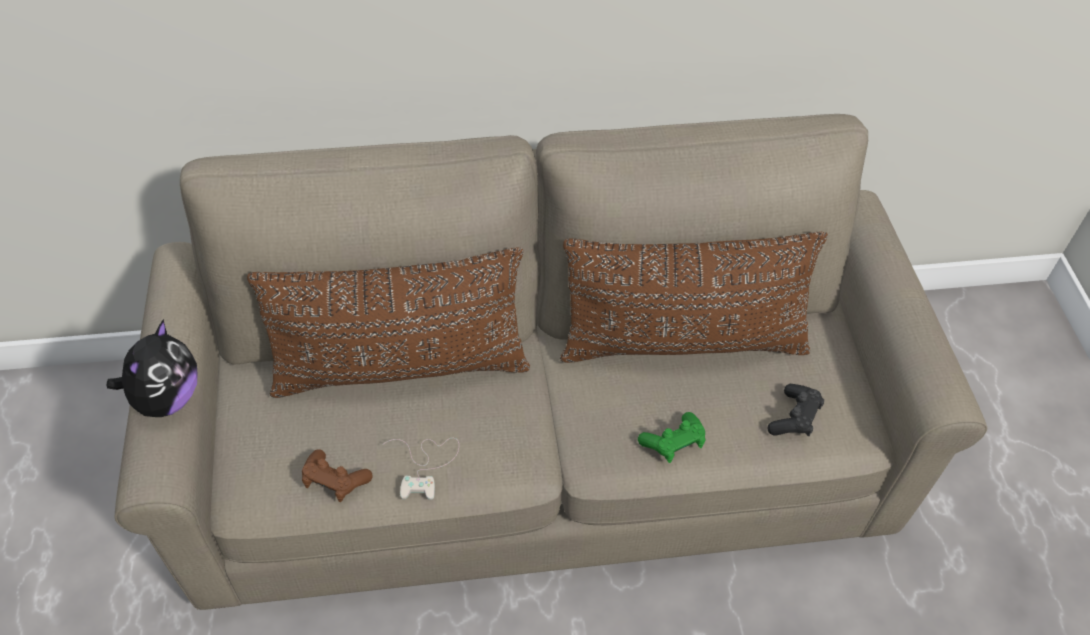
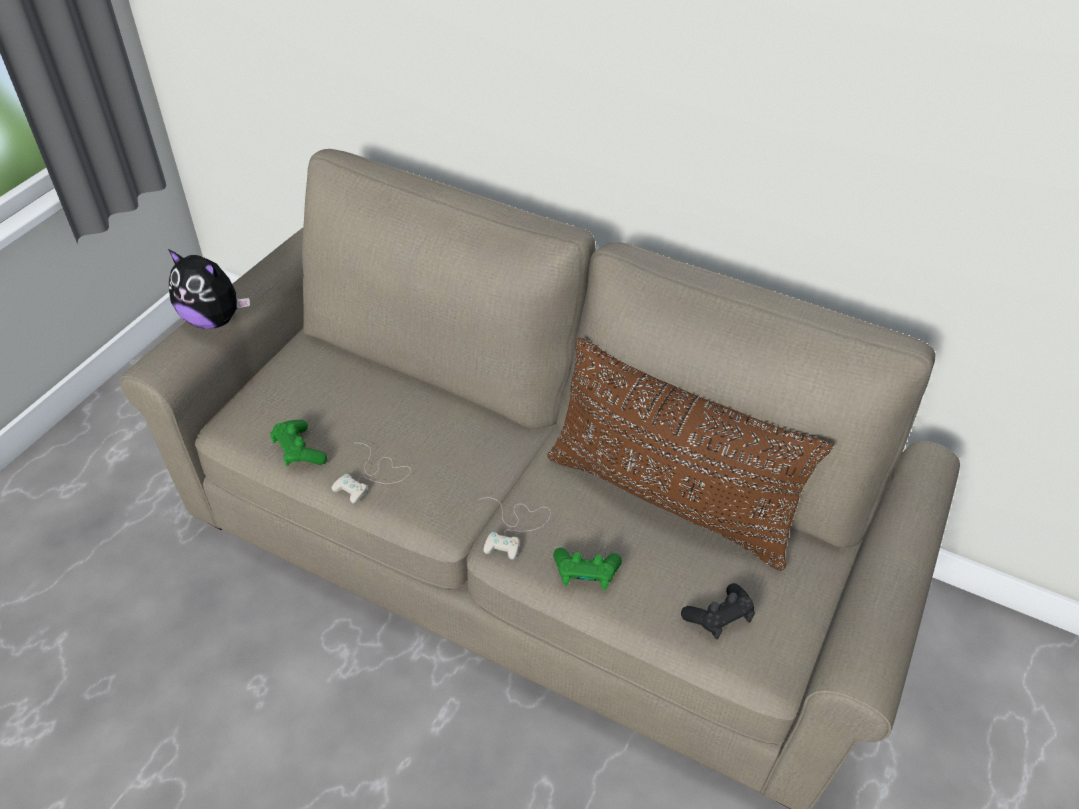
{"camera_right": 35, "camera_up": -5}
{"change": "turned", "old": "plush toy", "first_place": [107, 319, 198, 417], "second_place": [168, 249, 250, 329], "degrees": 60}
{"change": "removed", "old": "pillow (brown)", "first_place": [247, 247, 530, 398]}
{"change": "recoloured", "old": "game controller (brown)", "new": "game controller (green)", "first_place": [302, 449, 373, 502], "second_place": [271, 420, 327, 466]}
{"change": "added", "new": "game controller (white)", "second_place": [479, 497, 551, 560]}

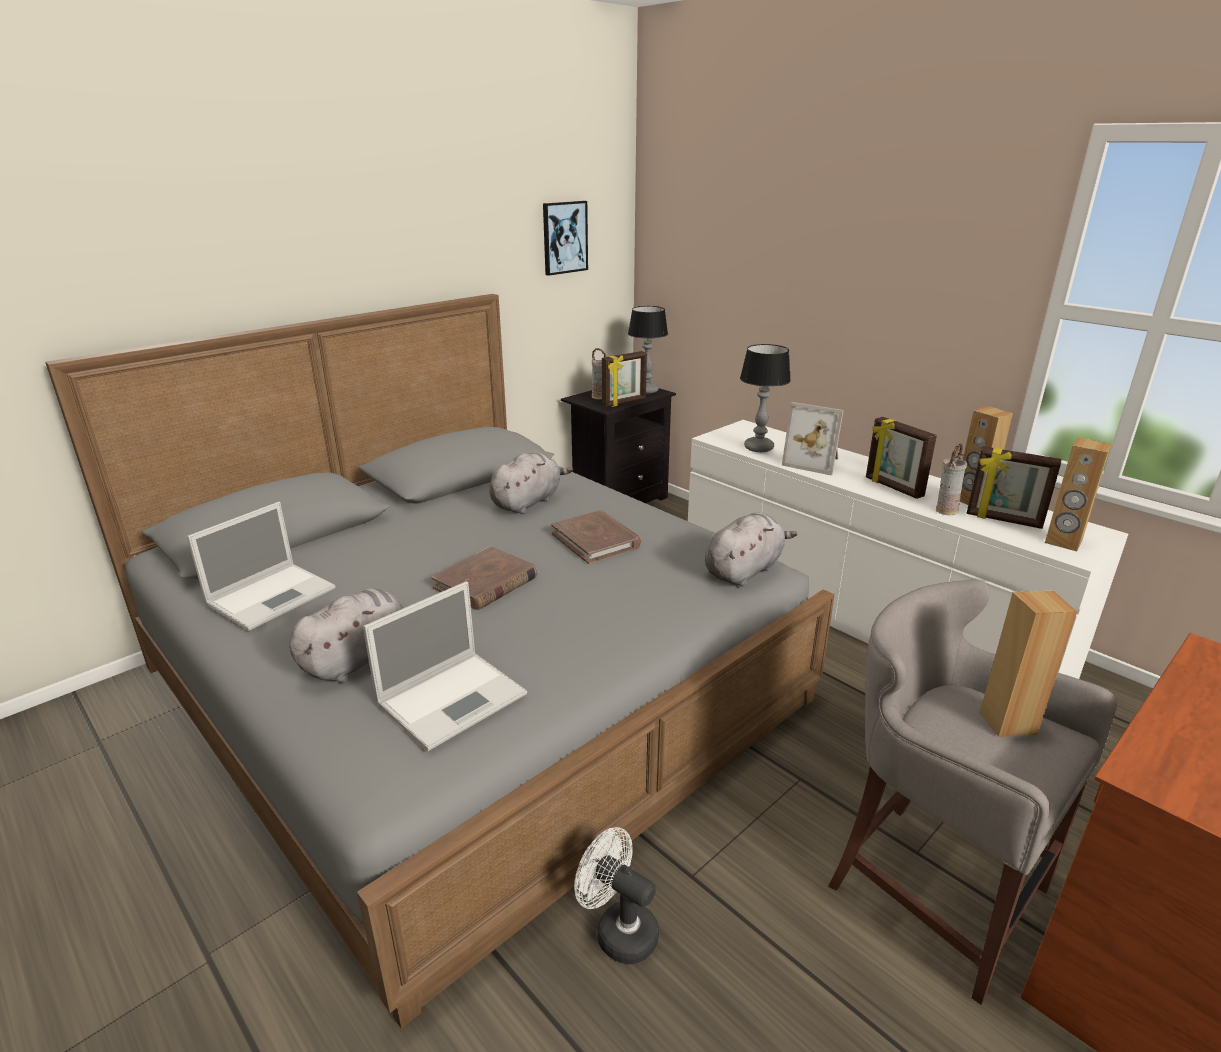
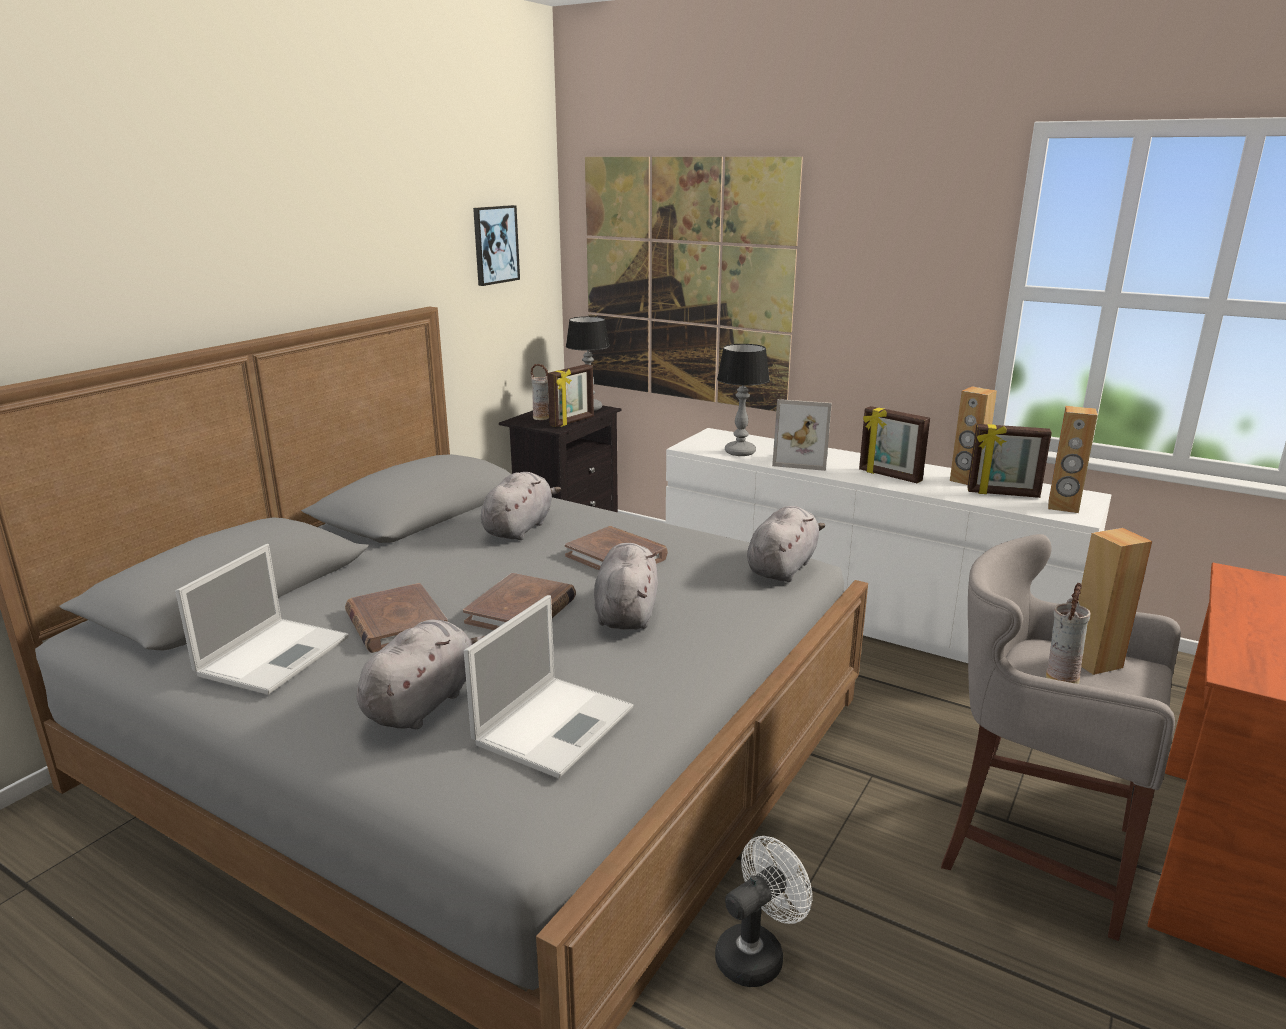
{"camera_right": -15, "camera_up": -5}
{"change": "turned", "old": "fan (white)", "first_place": [574, 827, 659, 964], "second_place": [715, 836, 812, 987], "degrees": 120}
{"change": "moved", "old": "vase", "first_place": [936, 443, 967, 515], "second_place": [1046, 583, 1090, 684]}
{"change": "added", "new": "book (brown)", "second_place": [345, 583, 448, 653]}
{"change": "added", "new": "picture", "second_place": [585, 157, 803, 411]}
{"change": "added", "new": "plush toy (grey)", "second_place": [594, 543, 658, 630]}

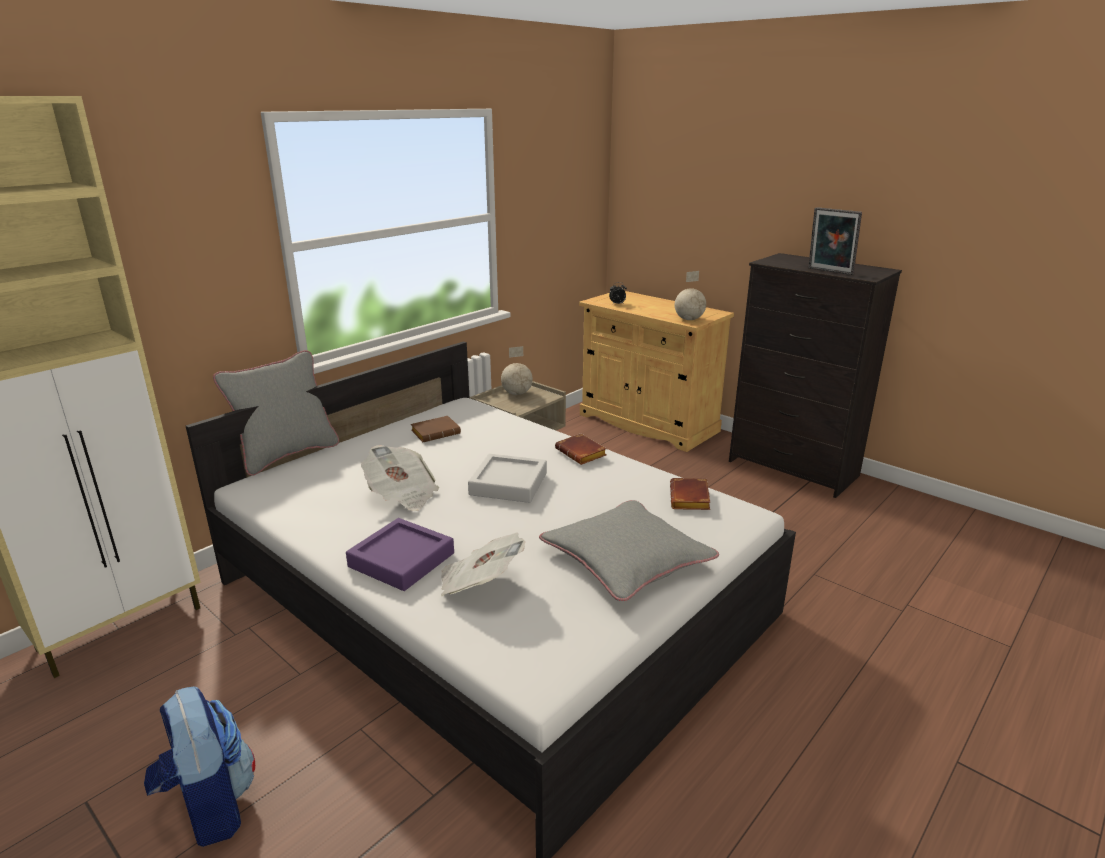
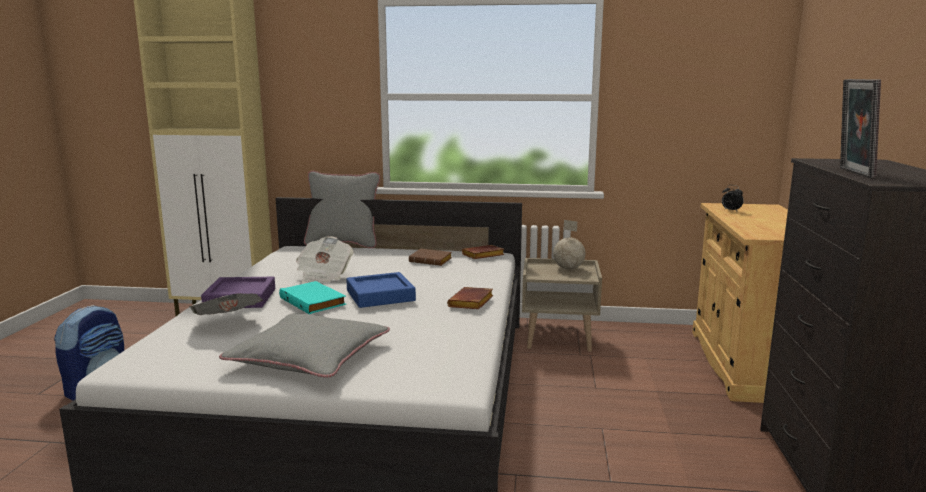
{"camera_right": 55, "camera_up": -10}
{"change": "recoloured", "old": "tray (grey)", "new": "tray (blue)", "first_place": [468, 454, 547, 503], "second_place": [346, 272, 416, 308]}
{"change": "moved", "old": "book (brown)", "first_place": [670, 478, 710, 510], "second_place": [462, 245, 505, 259]}
{"change": "removed", "old": "globe", "first_place": [674, 271, 706, 320]}
{"change": "added", "new": "book (turquoise)", "second_place": [279, 281, 347, 314]}

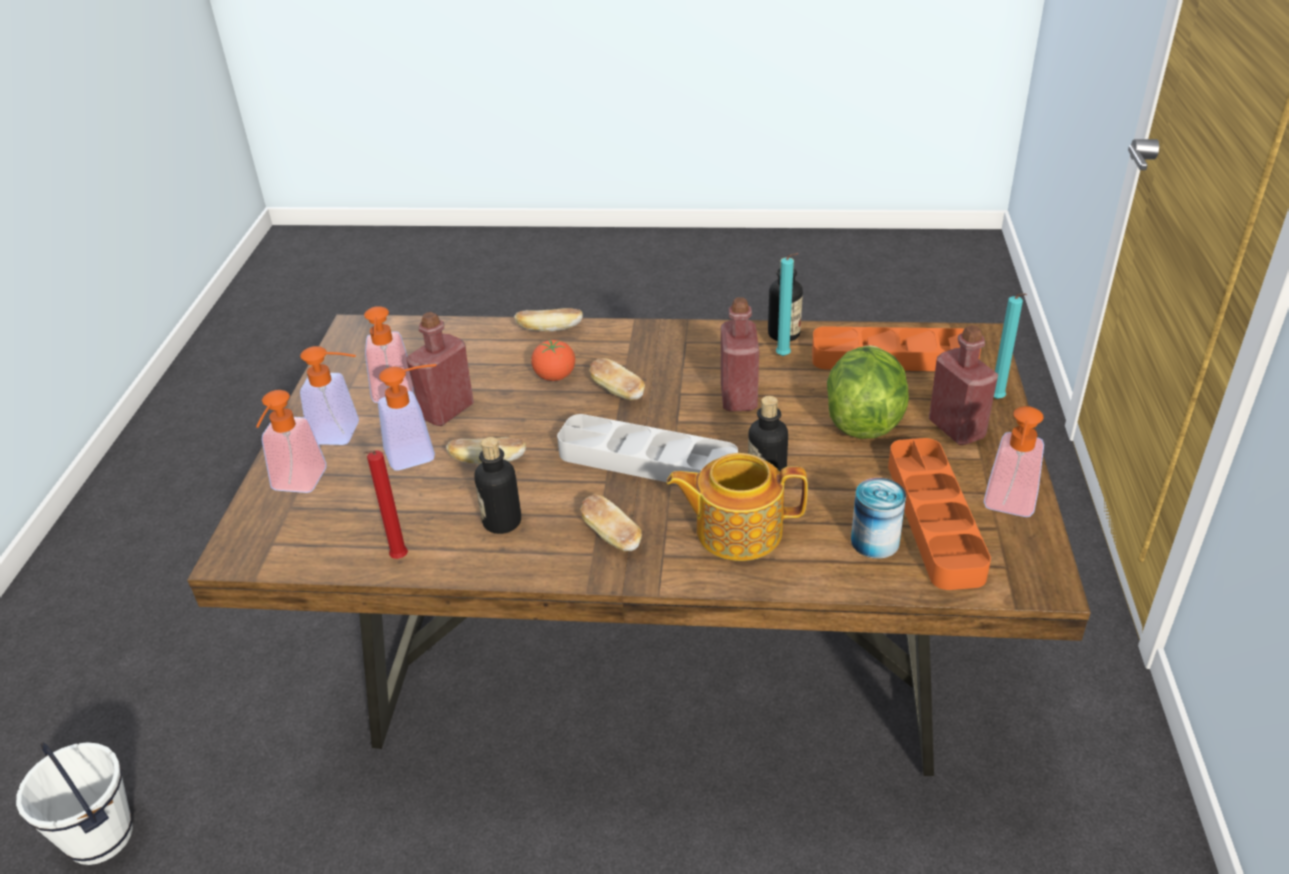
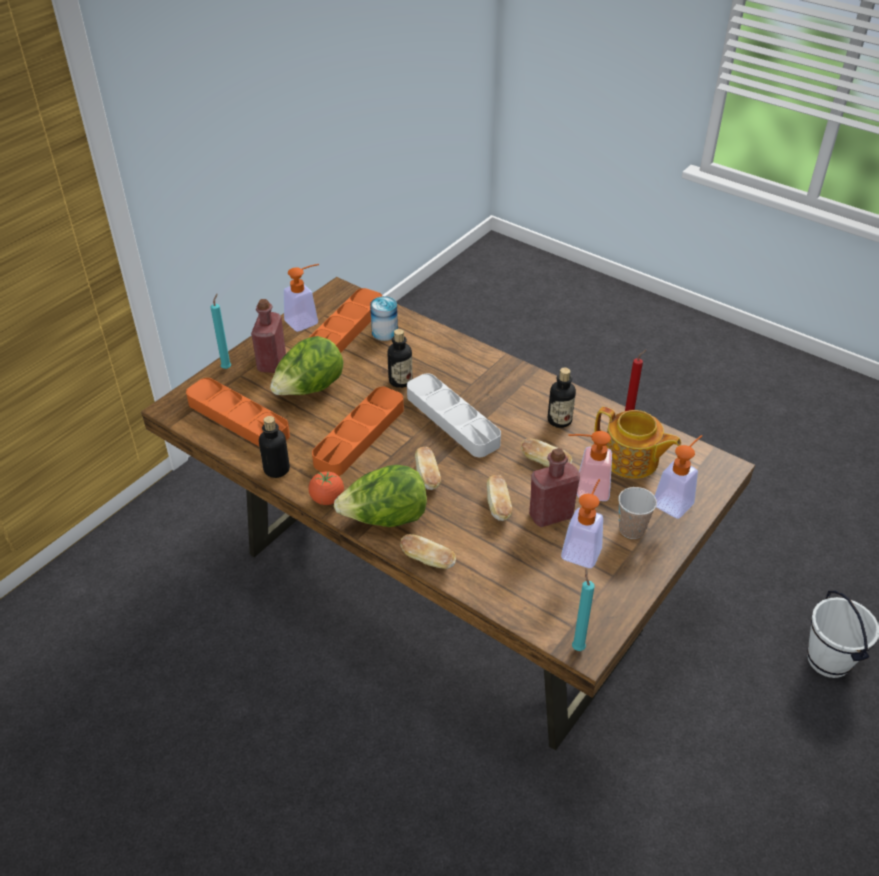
{"camera_right": -150, "camera_up": 5}
{"change": "replaced", "old": "soap dispenser", "new": "cup", "first_place": [300, 346, 359, 445], "second_place": [618, 487, 657, 539]}
{"change": "moved", "old": "tomato", "first_place": [531, 340, 575, 381], "second_place": [309, 471, 344, 505]}
{"change": "moved", "old": "bread", "first_place": [580, 494, 642, 552], "second_place": [487, 475, 512, 521]}
{"change": "moved", "old": "teapot", "first_place": [666, 453, 808, 561], "second_place": [595, 407, 681, 479]}
{"change": "replaced", "old": "bottle (red)", "new": "tray (orange)", "first_place": [721, 297, 759, 411], "second_place": [312, 387, 404, 476]}
{"change": "moved", "old": "candle (turquoise)", "first_place": [776, 253, 798, 356], "second_place": [572, 568, 595, 651]}
{"change": "added", "new": "lettuce", "second_place": [334, 465, 427, 527]}

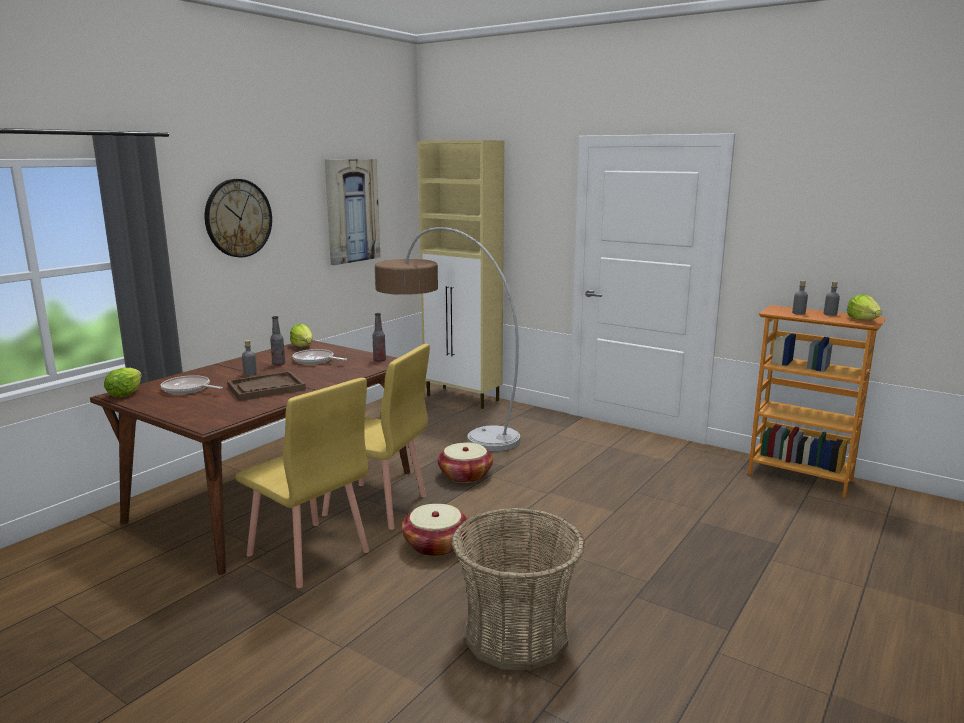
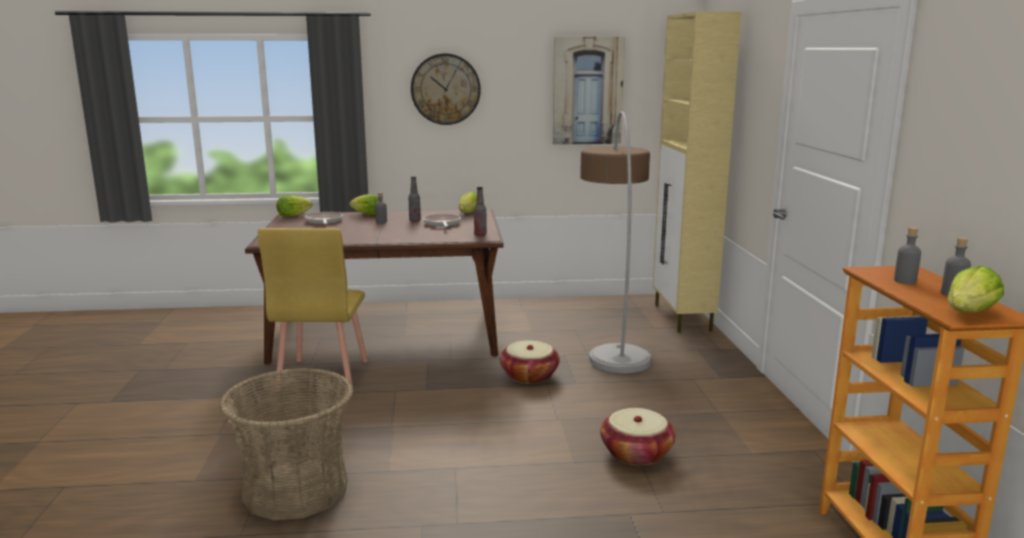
{"camera_right": 50, "camera_up": 0}
{"change": "removed", "old": "tray (brown)", "first_place": [227, 371, 306, 401]}
{"change": "removed", "old": "chair (yellow)", "first_place": [322, 344, 430, 530]}
{"change": "moved", "old": "basket", "first_place": [402, 504, 469, 557], "second_place": [600, 408, 676, 466]}
{"change": "added", "new": "lettuce", "second_place": [350, 194, 378, 216]}

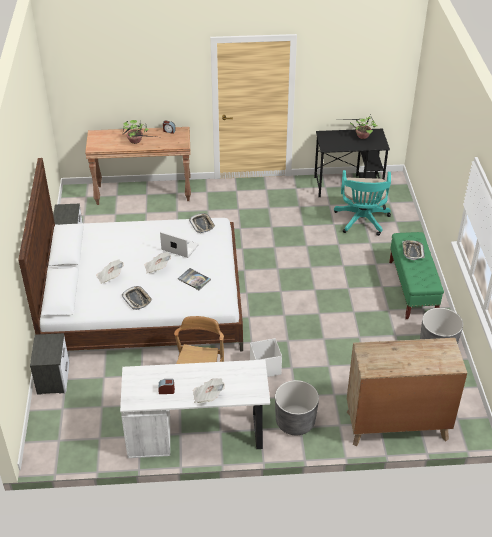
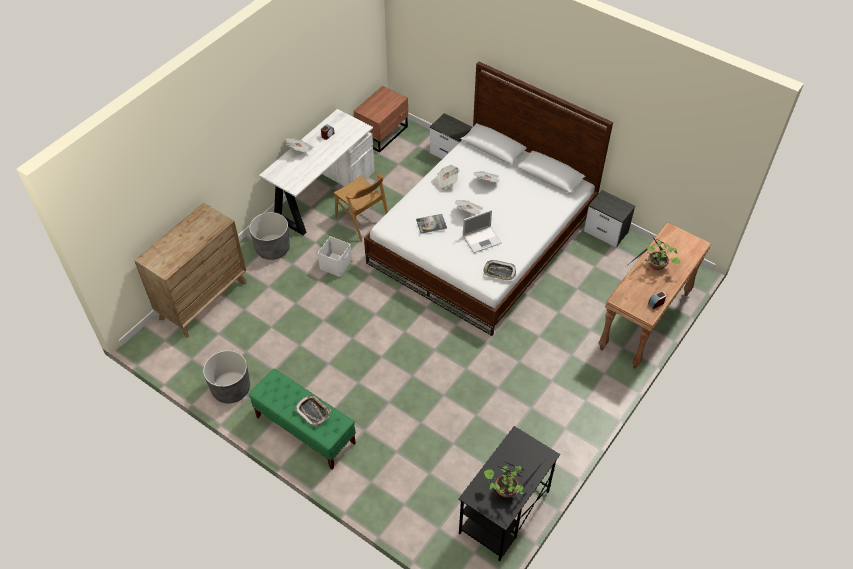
{"camera_right": 130, "camera_up": 10}
{"change": "replaced", "old": "tray", "new": "newspaper", "first_place": [122, 286, 152, 310], "second_place": [431, 165, 460, 191]}
{"change": "removed", "old": "office chair (turquoise)", "first_place": [334, 170, 391, 236]}
{"change": "added", "new": "nightstand (brown)", "second_place": [354, 86, 408, 152]}

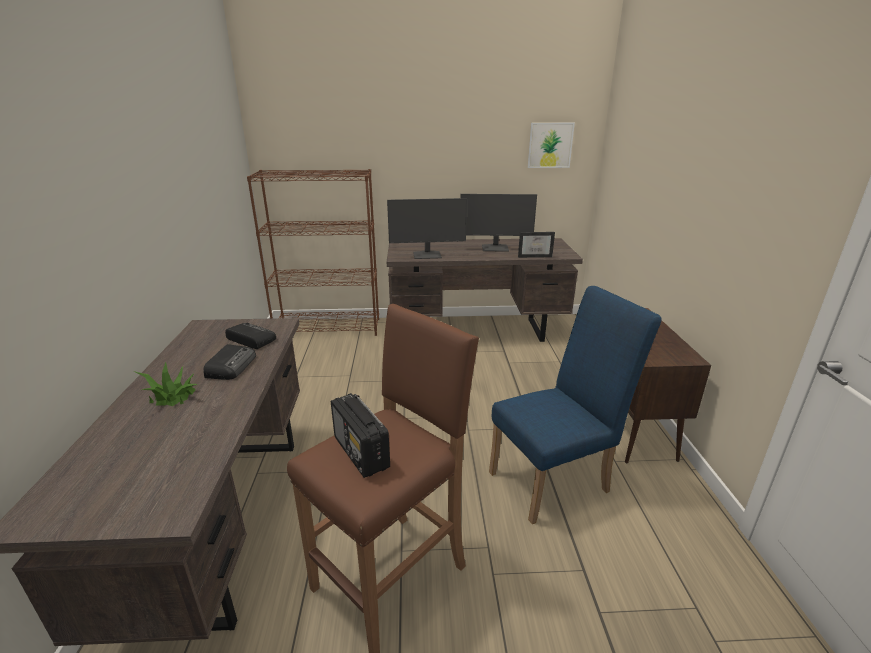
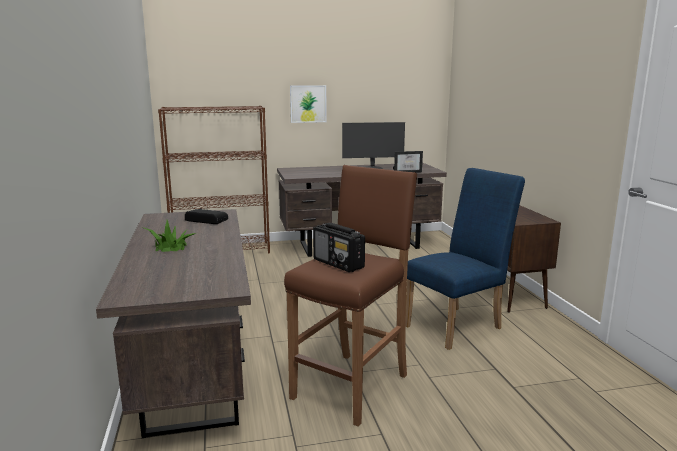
{"camera_right": -10, "camera_up": -10}
{"change": "removed", "old": "radio", "first_place": [203, 344, 256, 380]}
{"change": "removed", "old": "monitor", "first_place": [387, 198, 467, 259]}
{"change": "moved", "old": "picture", "first_place": [528, 122, 575, 168], "second_place": [290, 85, 327, 123]}

